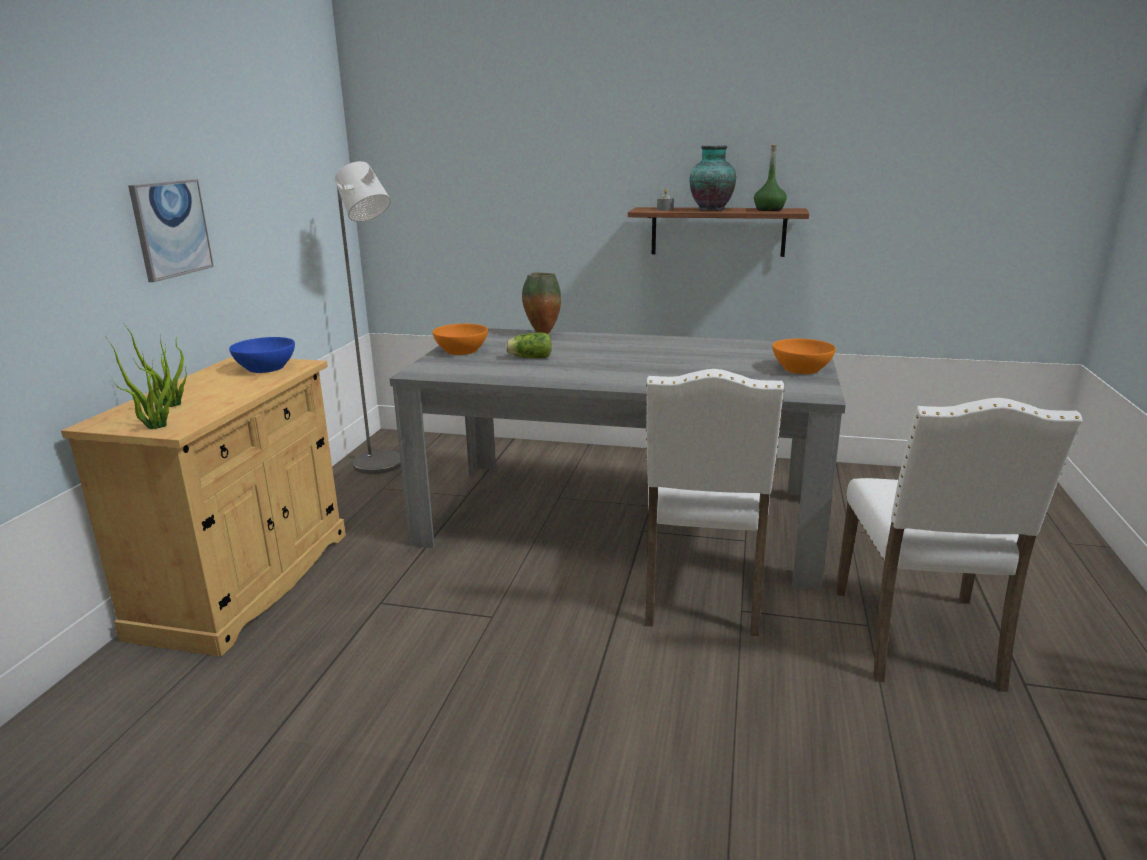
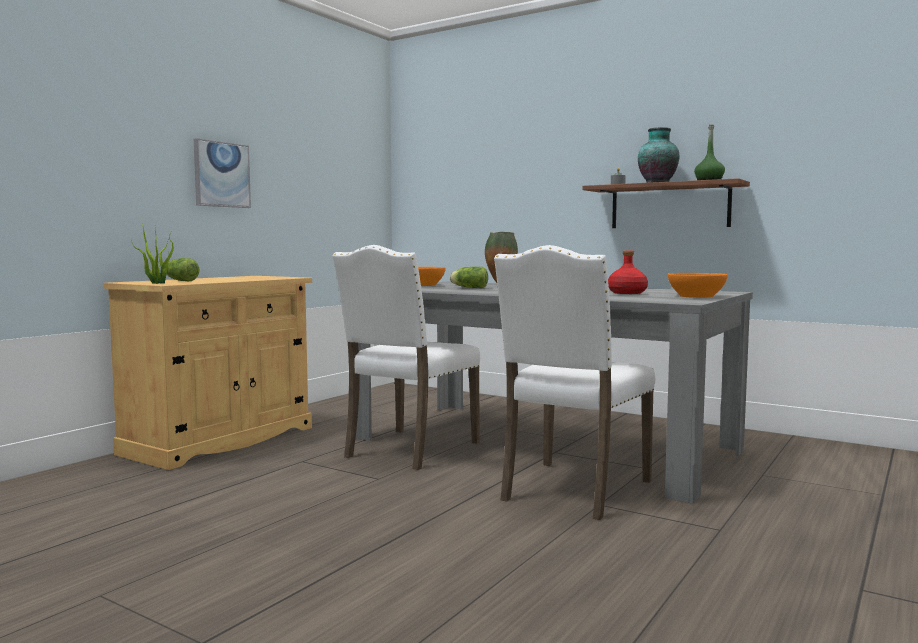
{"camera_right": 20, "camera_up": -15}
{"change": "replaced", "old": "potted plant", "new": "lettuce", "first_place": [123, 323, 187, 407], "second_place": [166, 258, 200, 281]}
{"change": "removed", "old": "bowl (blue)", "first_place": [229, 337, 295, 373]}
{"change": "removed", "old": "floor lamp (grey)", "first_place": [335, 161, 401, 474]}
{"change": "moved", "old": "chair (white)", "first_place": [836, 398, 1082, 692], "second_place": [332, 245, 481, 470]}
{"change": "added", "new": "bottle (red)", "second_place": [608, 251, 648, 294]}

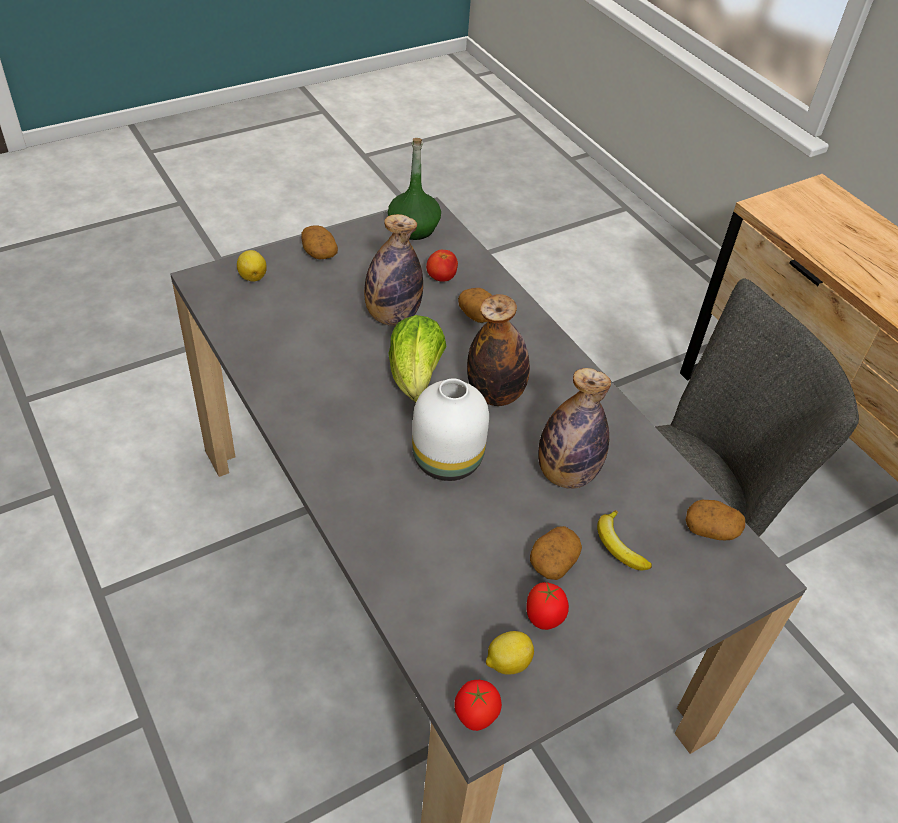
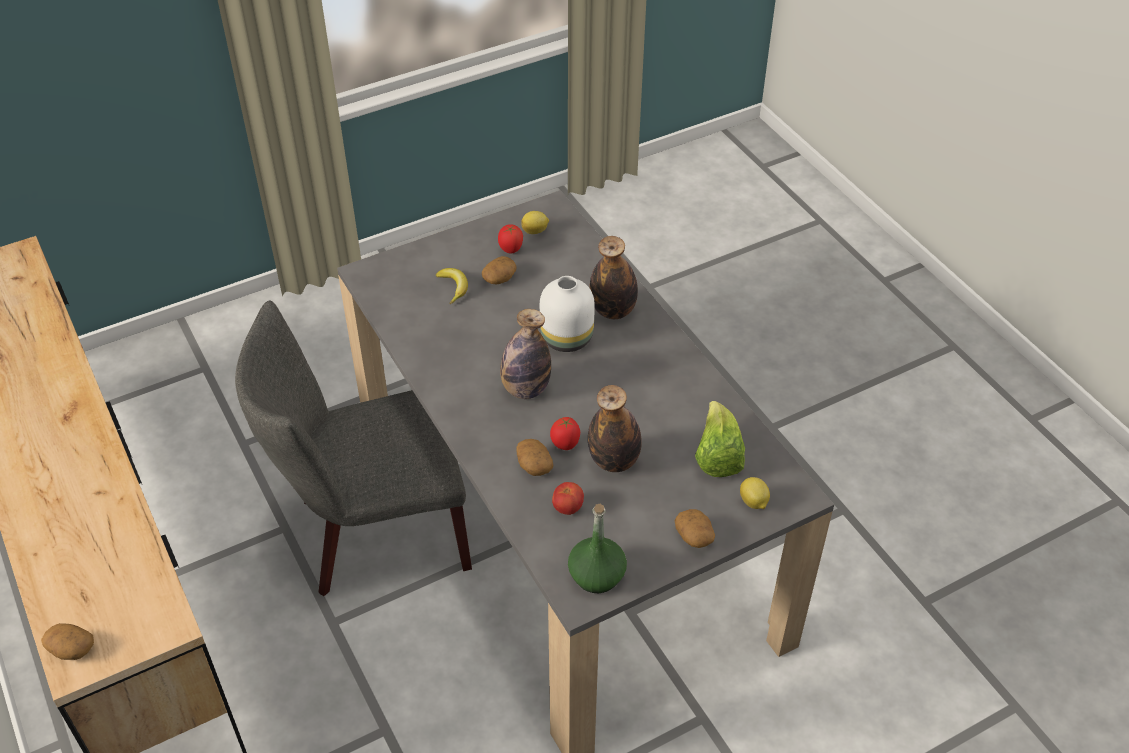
{"camera_right": -175, "camera_up": 0}
{"change": "moved", "old": "lettuce", "first_place": [388, 315, 446, 402], "second_place": [695, 401, 745, 477]}
{"change": "moved", "old": "tomato", "first_place": [454, 680, 502, 731], "second_place": [550, 417, 580, 450]}
{"change": "moved", "old": "bottle", "first_place": [538, 368, 611, 489], "second_place": [589, 236, 638, 319]}
{"change": "moved", "old": "potato", "first_place": [686, 500, 745, 540], "second_place": [41, 623, 94, 660]}

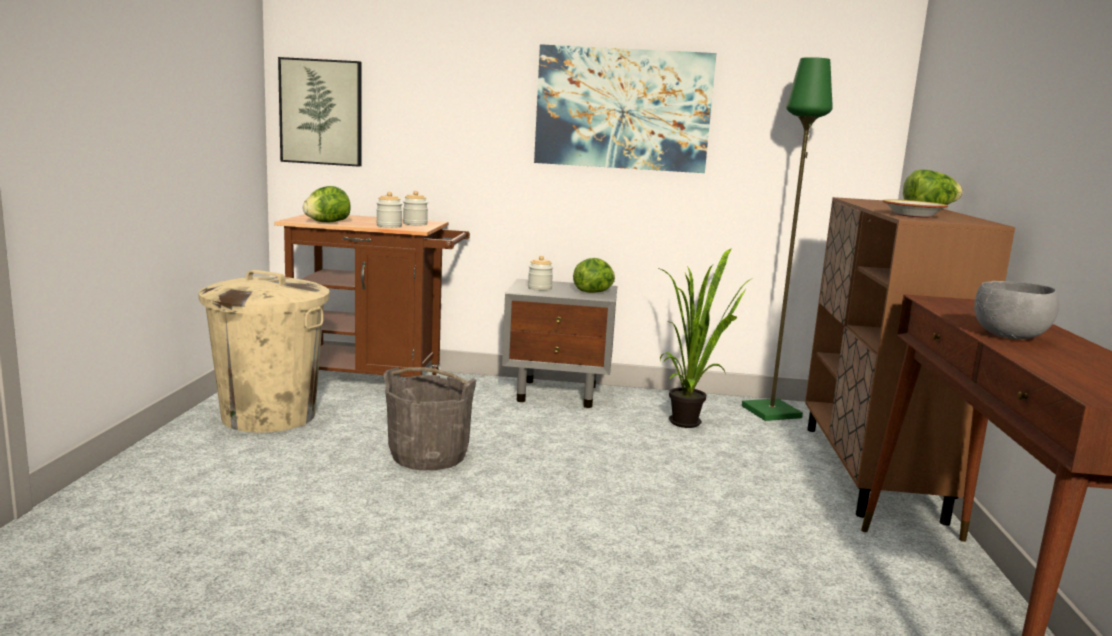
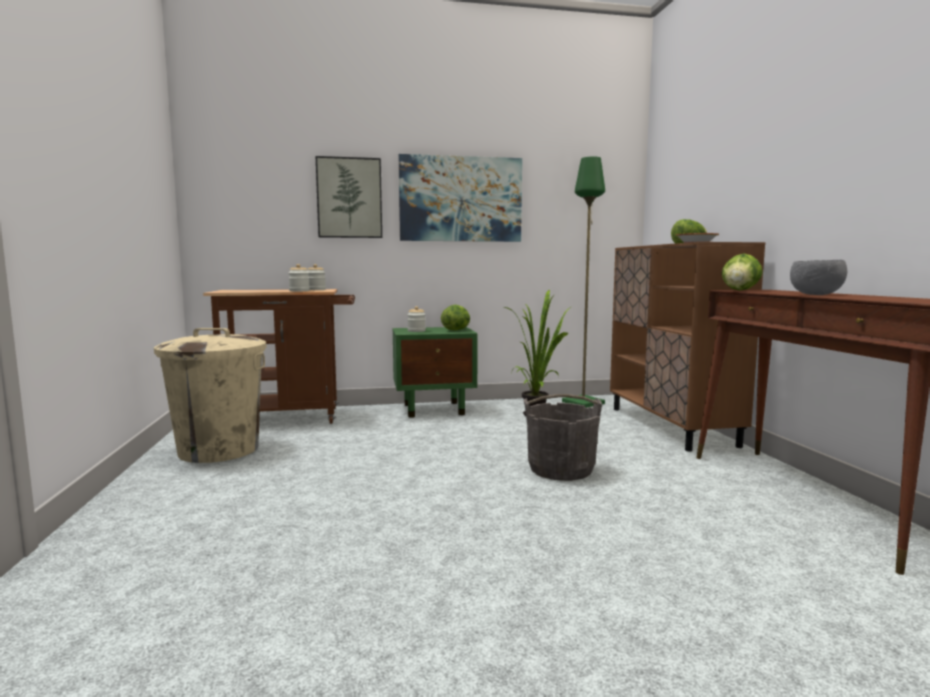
{"camera_right": -15, "camera_up": -5}
{"change": "moved", "old": "picture", "first_place": [278, 57, 361, 167], "second_place": [316, 156, 382, 238]}
{"change": "moved", "old": "lettuce", "first_place": [303, 186, 351, 223], "second_place": [722, 253, 763, 290]}
{"change": "moved", "old": "bucket (grey)", "first_place": [384, 367, 477, 470], "second_place": [524, 394, 602, 481]}
{"change": "recoloured", "old": "nightstand (grey)", "new": "nightstand (green)", "first_place": [502, 279, 617, 408], "second_place": [392, 327, 478, 418]}

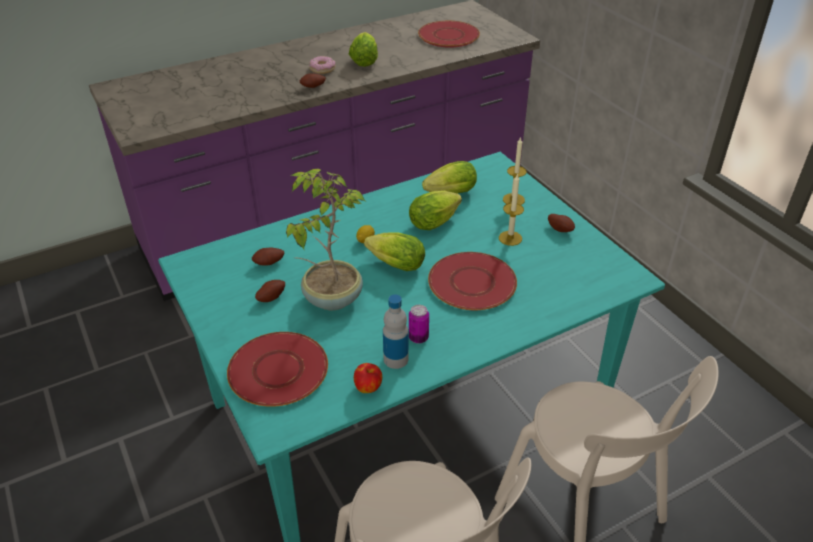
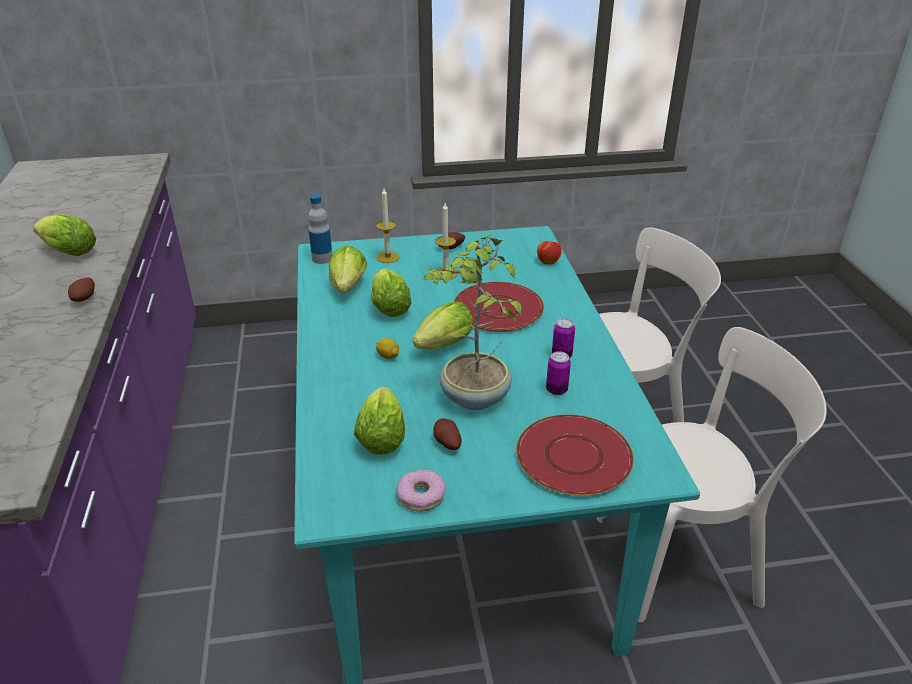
{"camera_right": -70, "camera_up": -5}
{"change": "replaced", "old": "potato", "new": "lettuce", "first_place": [252, 248, 284, 266], "second_place": [354, 387, 405, 455]}
{"change": "moved", "old": "donut", "first_place": [309, 56, 336, 74], "second_place": [397, 470, 445, 512]}
{"change": "moved", "old": "apple", "first_place": [354, 363, 382, 393], "second_place": [537, 241, 562, 265]}
{"change": "moved", "old": "bottle", "first_place": [383, 295, 408, 369], "second_place": [308, 194, 332, 264]}
{"change": "removed", "old": "plate (red)", "first_place": [418, 21, 480, 48]}
{"change": "added", "new": "can", "second_place": [546, 351, 571, 395]}

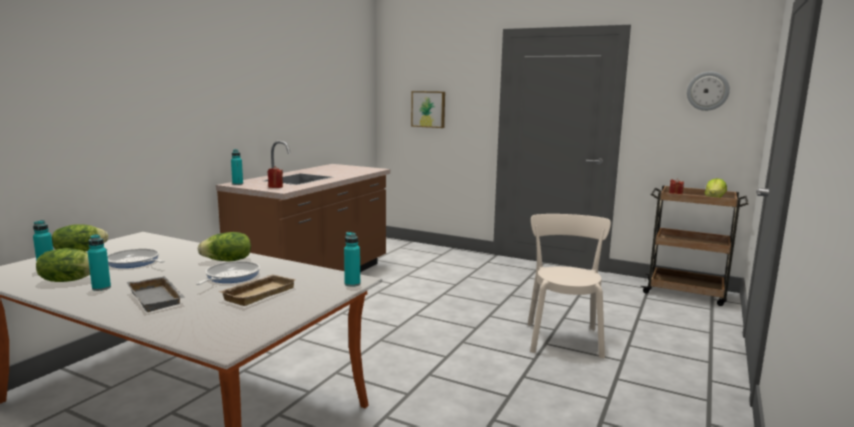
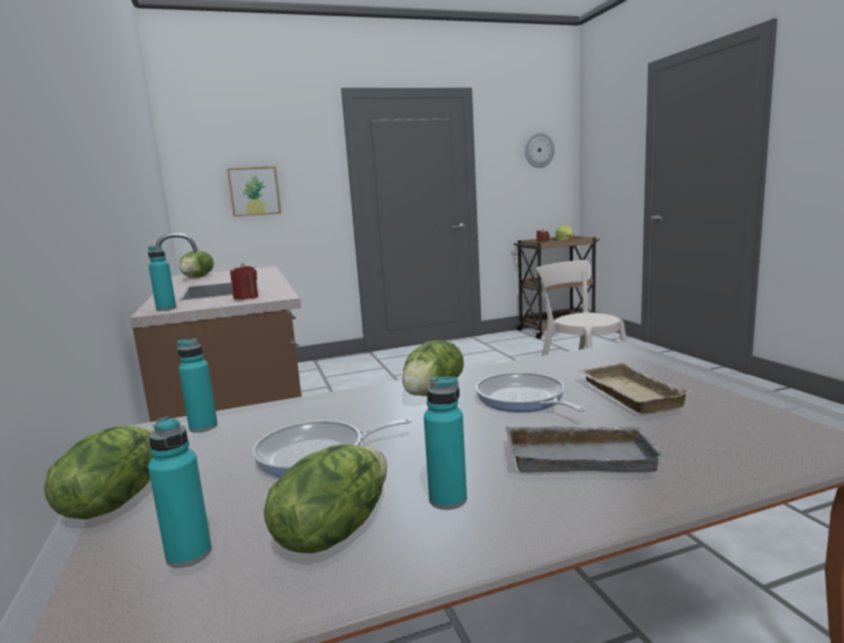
{"camera_right": -45, "camera_up": 0}
{"change": "moved", "old": "bottle (turquoise)", "first_place": [344, 232, 360, 287], "second_place": [177, 339, 218, 433]}
{"change": "added", "new": "lettuce", "second_place": [179, 251, 214, 278]}

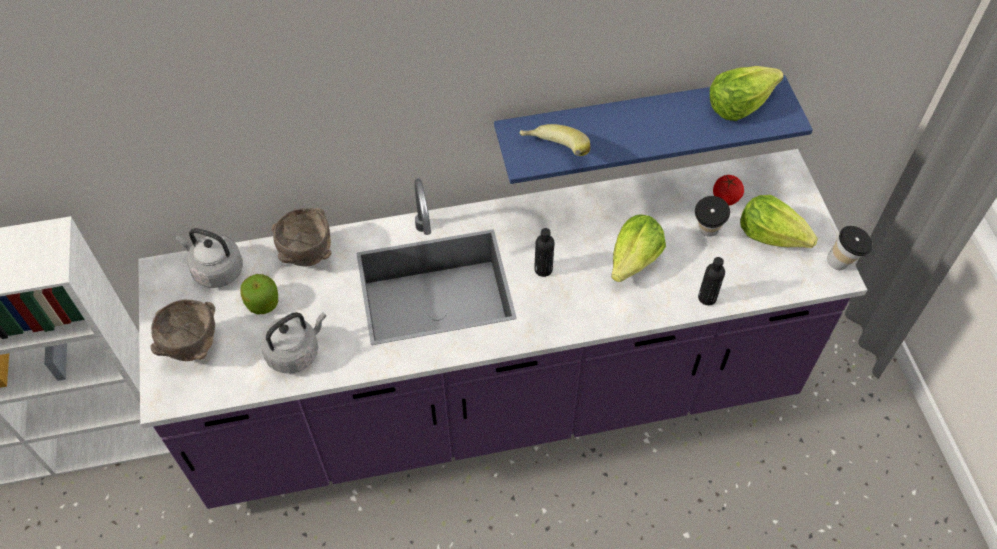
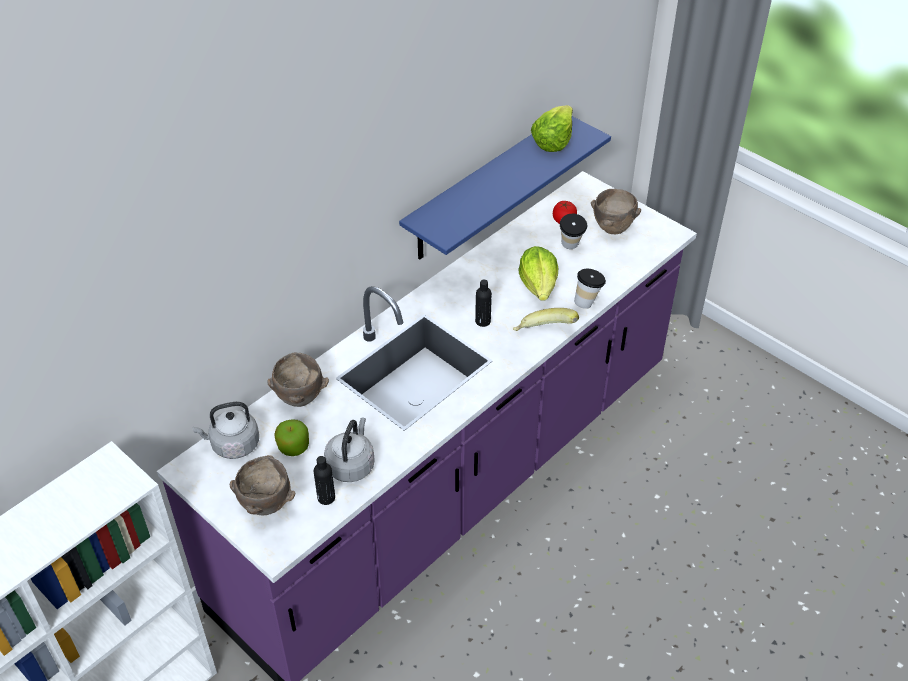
{"camera_right": -35, "camera_up": -10}
{"change": "moved", "old": "banana", "first_place": [519, 124, 590, 156], "second_place": [513, 308, 579, 331]}
{"change": "moved", "old": "bottle (black)", "first_place": [698, 257, 725, 305], "second_place": [314, 456, 335, 505]}
{"change": "replaced", "old": "lettuce", "new": "bowl (brown)", "first_place": [740, 195, 818, 248], "second_place": [591, 189, 641, 235]}
{"change": "moved", "old": "cup", "first_place": [827, 226, 873, 270], "second_place": [574, 269, 606, 309]}

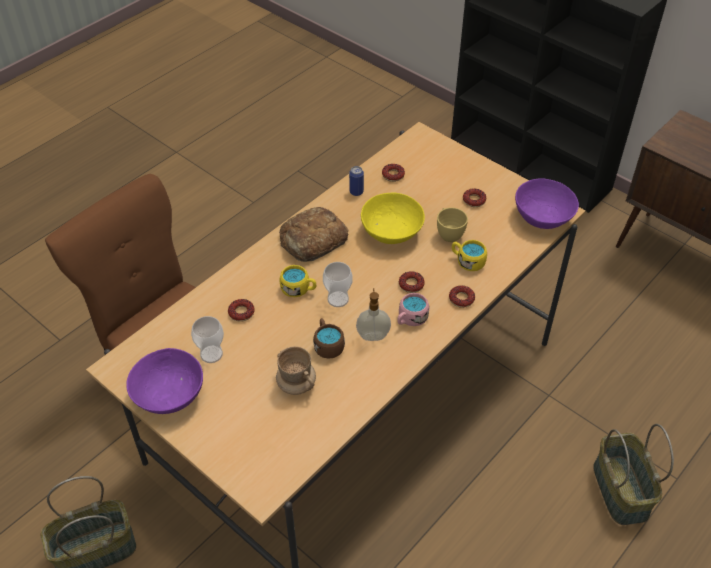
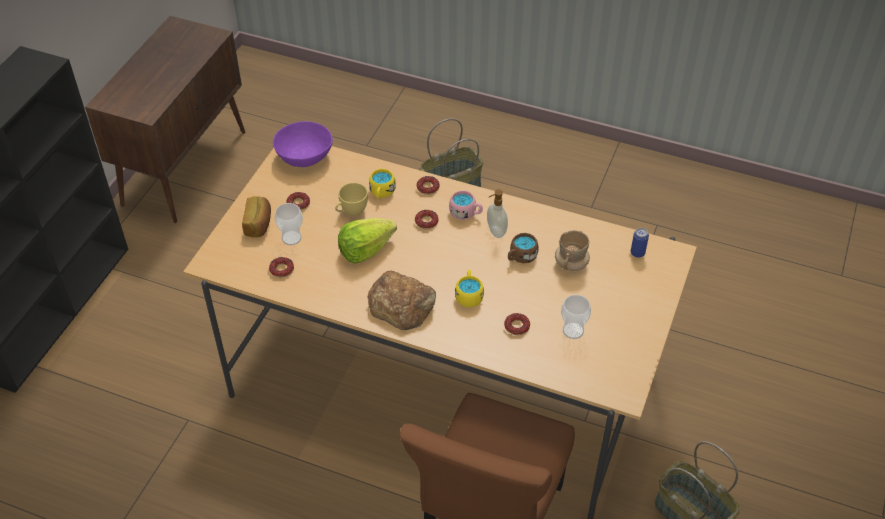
{"camera_right": -110, "camera_up": 0}
{"change": "removed", "old": "bowl (purple)", "first_place": [126, 348, 203, 414]}
{"change": "moved", "old": "cup", "first_place": [323, 262, 353, 307], "second_place": [275, 203, 303, 245]}
{"change": "moved", "old": "can", "first_place": [349, 166, 364, 196], "second_place": [631, 228, 649, 258]}
{"change": "replaced", "old": "bowl (yellow)", "new": "lettuce", "first_place": [361, 193, 425, 244], "second_place": [338, 218, 397, 264]}
{"change": "added", "new": "bread", "second_place": [242, 196, 271, 238]}

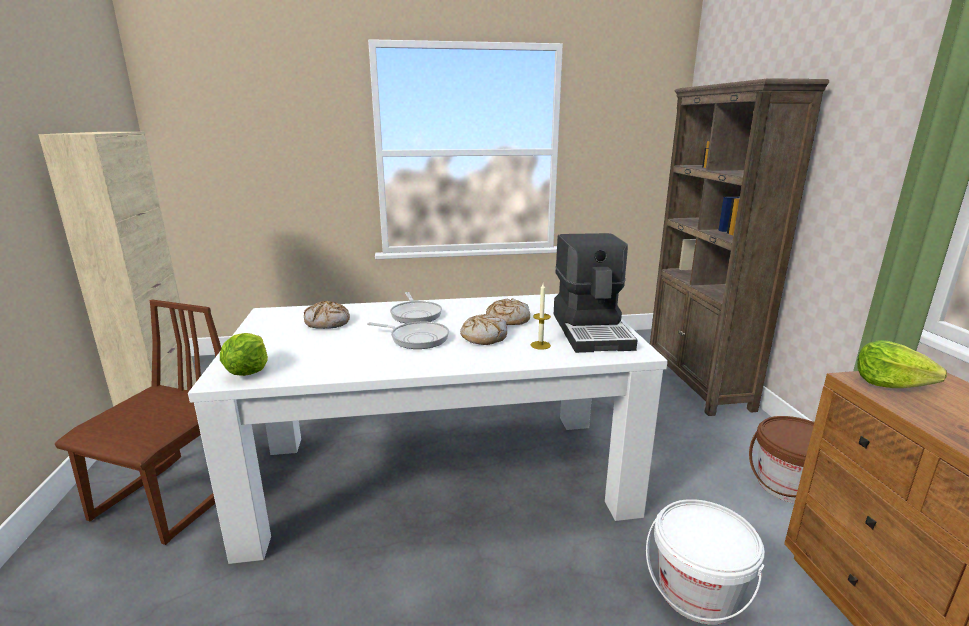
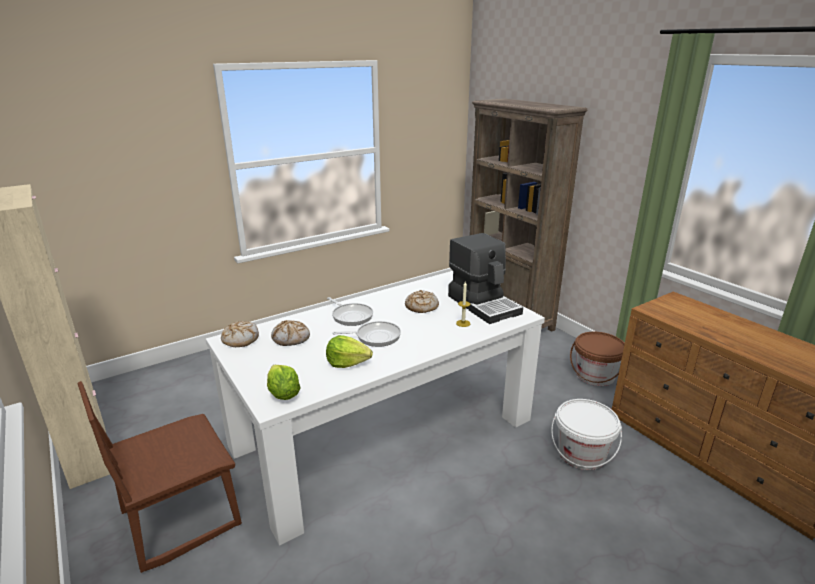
{"camera_right": -25, "camera_up": 5}
{"change": "turned", "old": "chair (brown)", "first_place": [54, 300, 221, 545], "second_place": [77, 381, 242, 573], "degrees": -120}
{"change": "moved", "old": "bread", "first_place": [460, 314, 507, 345], "second_place": [221, 321, 259, 347]}
{"change": "moved", "old": "lettuce", "first_place": [857, 340, 947, 388], "second_place": [326, 335, 373, 368]}

